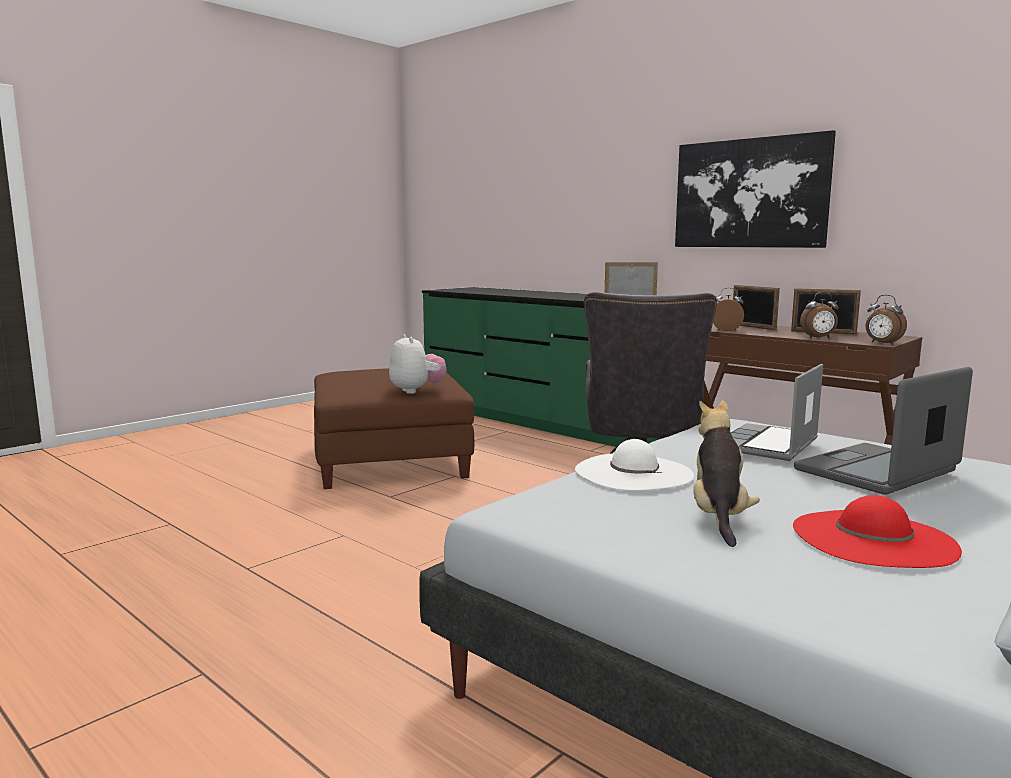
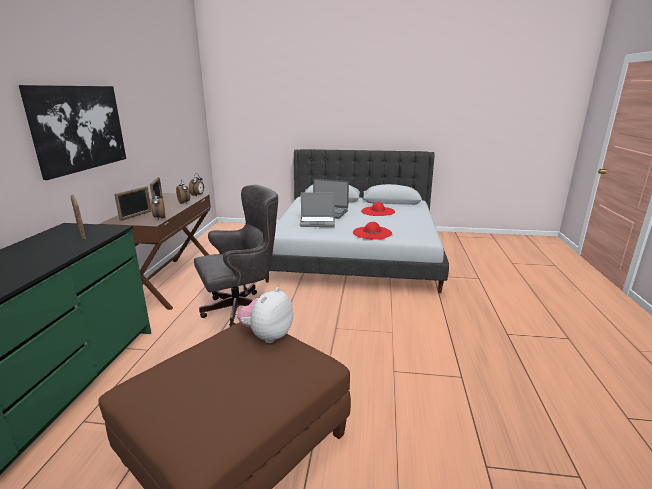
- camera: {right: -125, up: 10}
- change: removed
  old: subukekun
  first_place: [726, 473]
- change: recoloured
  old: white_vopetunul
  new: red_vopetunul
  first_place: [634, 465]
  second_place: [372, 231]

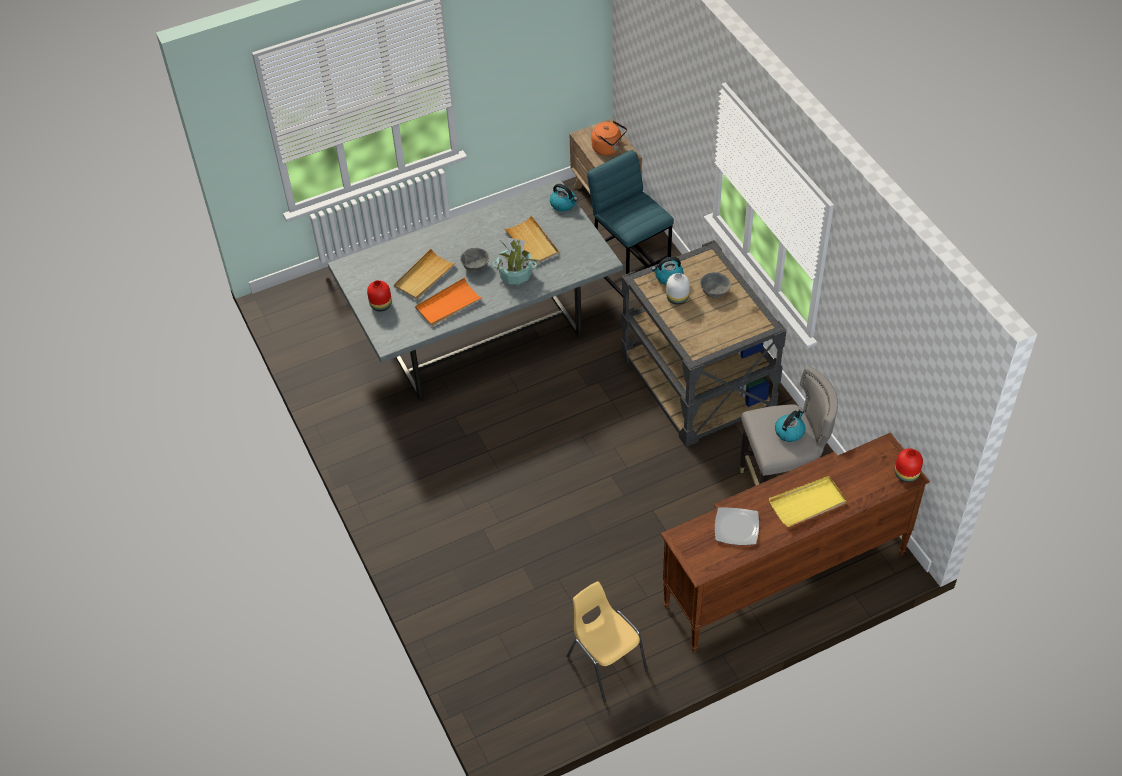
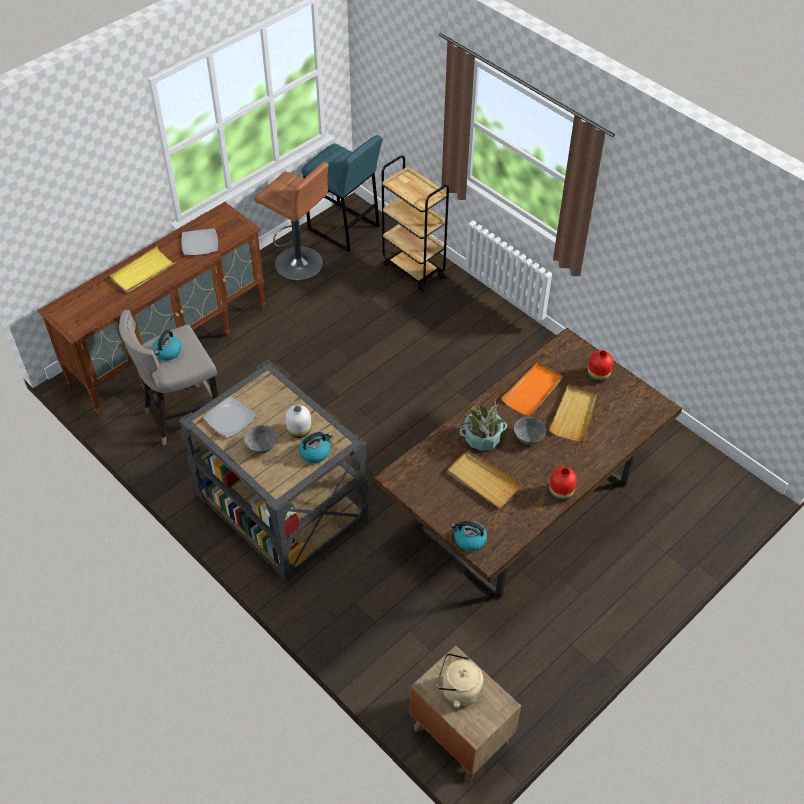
- camera: {right: 160, up: 0}
- change: recoloured
  old: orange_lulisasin
  new: beige_lulisasin
  first_place: [609, 138]
  second_place: [460, 680]
- change: moved
  old: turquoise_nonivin
  first_place: [630, 223]
  second_place: [342, 193]
- change: recoloured
  old: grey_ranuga
  new: brown_ranuga
  first_place: [475, 289]
  second_place: [527, 463]
- change: moved
  old: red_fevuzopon
  first_place: [909, 465]
  second_place: [563, 484]
- change: replaced
  old: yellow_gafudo
  new: brown_nonivin
  first_place: [607, 642]
  second_place: [291, 221]
- change: added
  new: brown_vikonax
  second_place: [415, 224]
- change: added
  new: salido
  second_place: [229, 417]

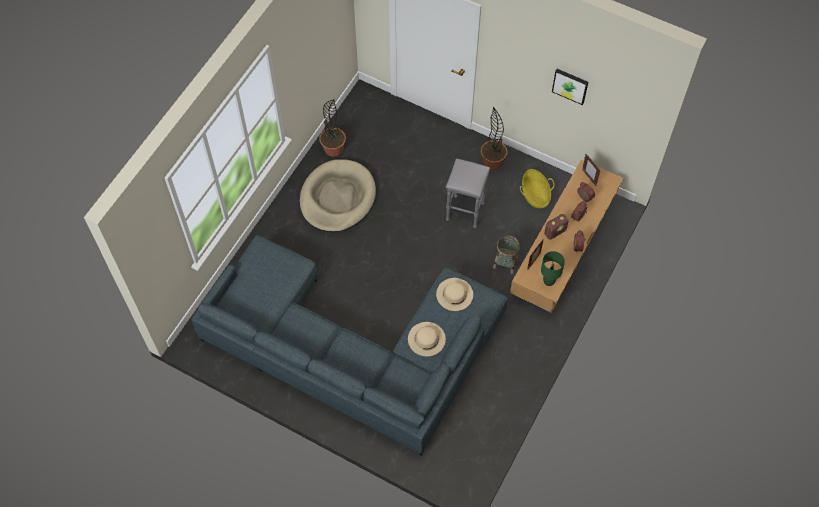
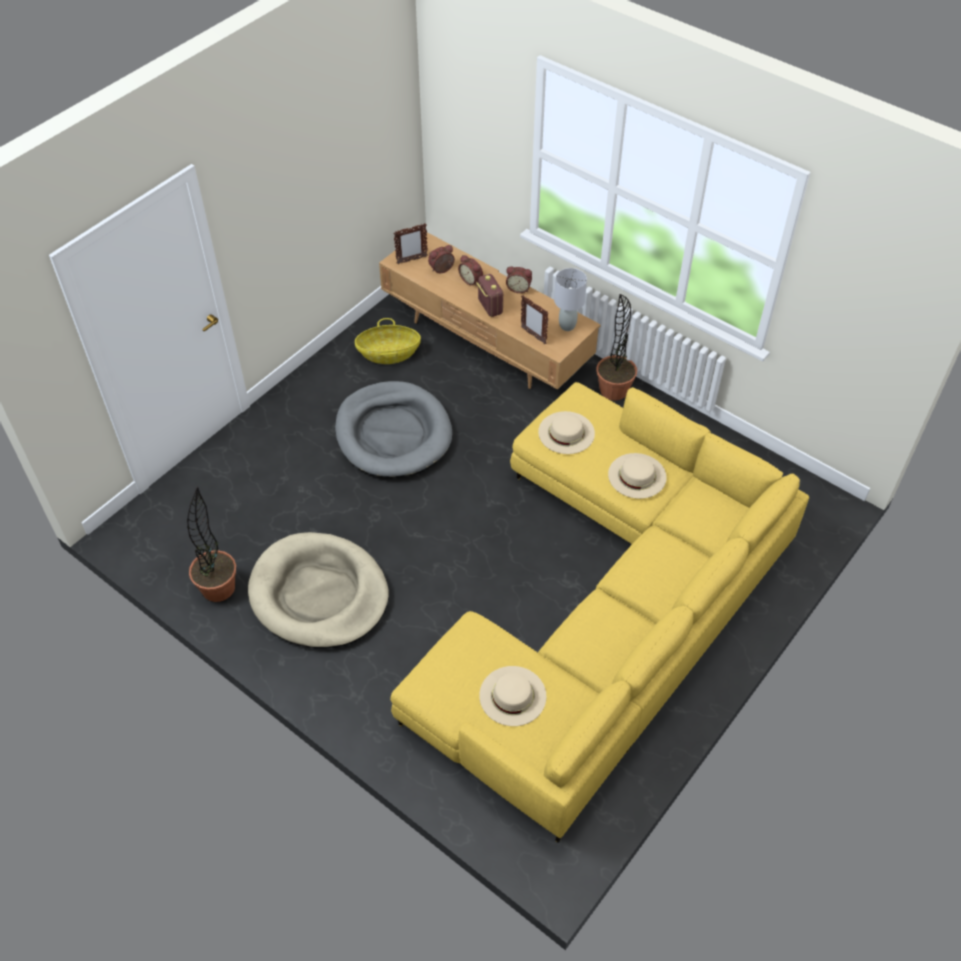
- camera: {right: -80, up: -10}
- change: removed
  old: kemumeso
  first_place: [570, 87]
- change: moved
  old: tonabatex
  first_place: [494, 138]
  second_place: [616, 347]
- change: replaced
  old: grey_nonivin
  new: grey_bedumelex
  first_place: [468, 193]
  second_place: [393, 429]
- change: recoloured
  old: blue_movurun
  new: yellow_movurun
  first_place: [349, 345]
  second_place: [599, 612]
- change: removed
  old: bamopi
  first_place: [506, 254]
- change: recoloured
  old: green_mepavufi
  new: grey_mepavufi
  first_place: [553, 268]
  second_place: [570, 299]
- change: added
  new: beige_vopetunul
  second_place: [512, 696]

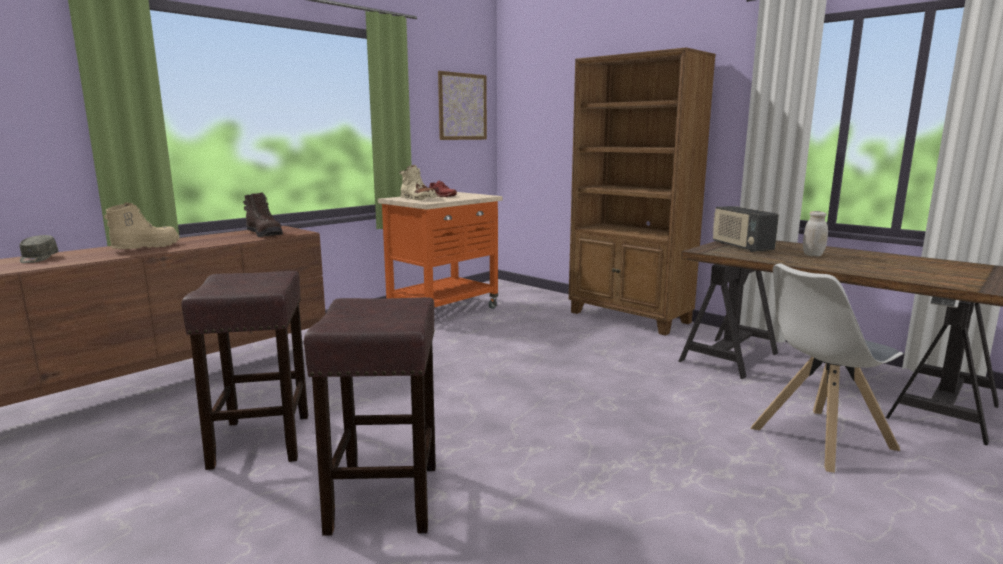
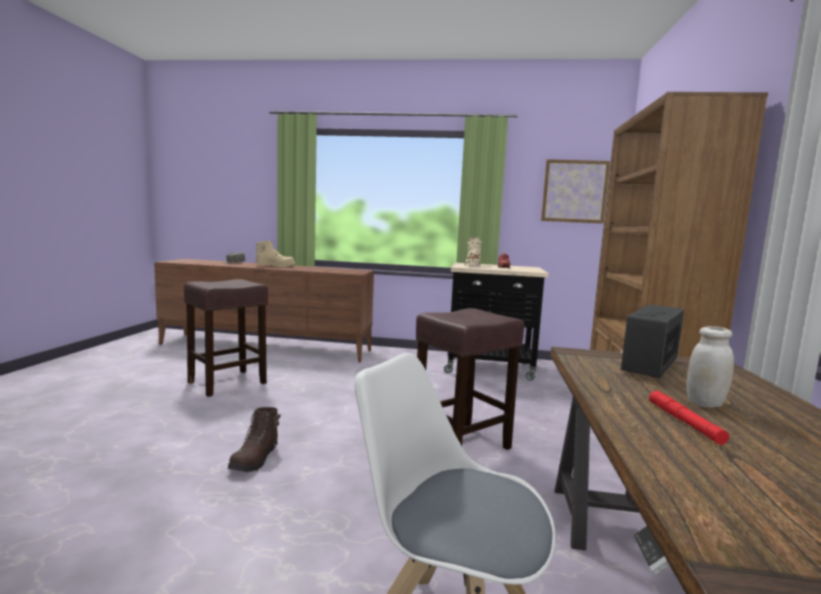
- camera: {right: 55, up: -5}
- change: recoloured
  old: orange_vikonax
  new: black_vikonax
  first_place: [440, 250]
  second_place: [496, 322]
- change: moved
  old: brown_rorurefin
  first_place: [263, 215]
  second_place: [254, 439]
- change: moved
  old: brown_nonivin
  first_place: [370, 416]
  second_place: [470, 379]
- change: added
  new: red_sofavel
  second_place: [689, 418]

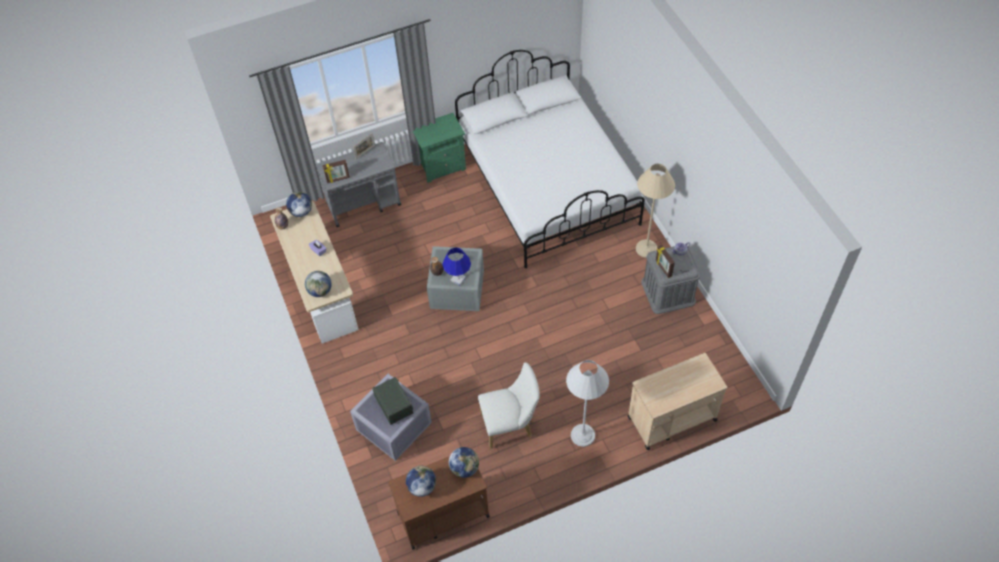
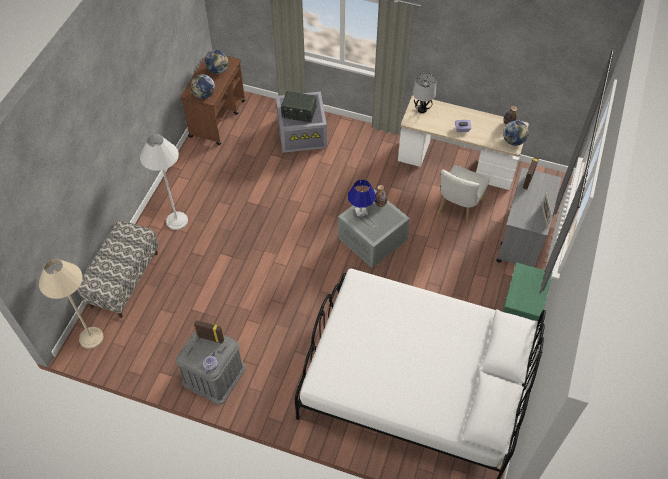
- camera: {right: 130, up: 0}
- change: moved
  old: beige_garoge
  first_place: [655, 211]
  second_place: [71, 304]
- change: replaced
  old: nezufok
  new: mepavufi
  first_place: [318, 284]
  second_place: [424, 93]
- change: replaced
  old: beige_vikonax
  new: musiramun
  first_place: [677, 401]
  second_place: [118, 269]
- change: moved
  old: white_gafudo
  first_place: [509, 405]
  second_place: [464, 195]

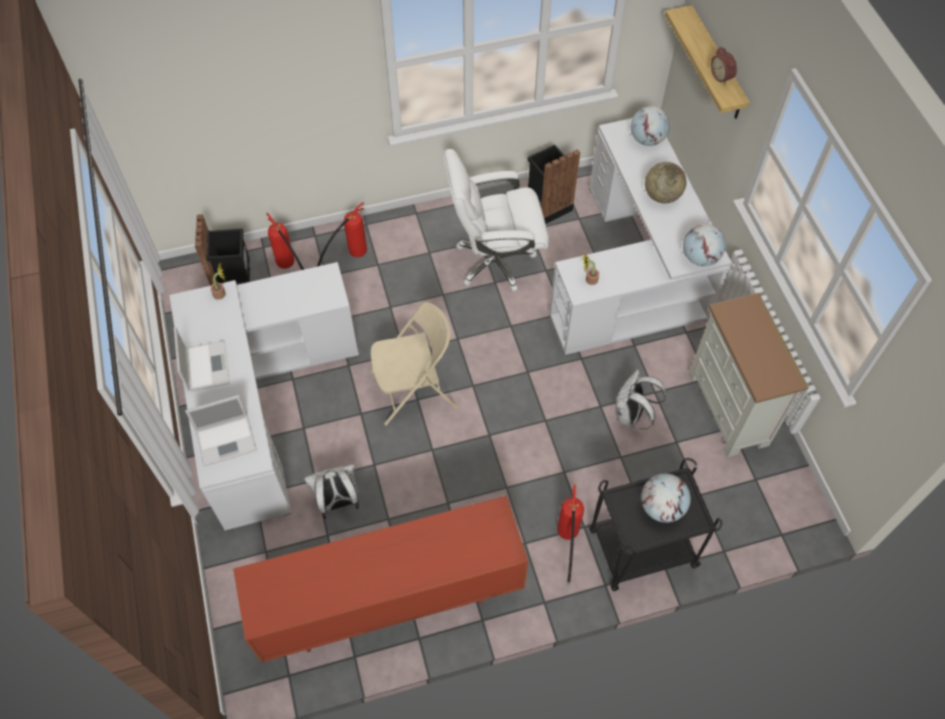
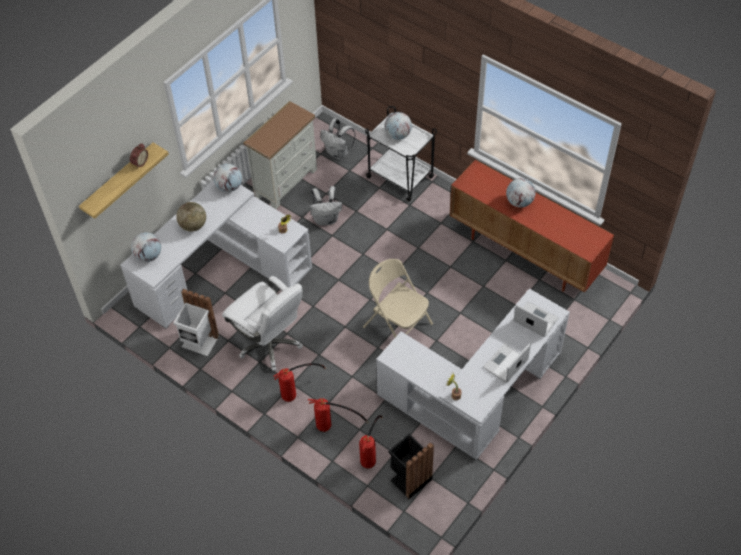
- camera: {right: -125, up: -5}
- change: recoloured
  old: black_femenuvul
  new: white_femenuvul
  first_place: [553, 184]
  second_place: [196, 322]
- change: recoloured
  old: black_vikonax
  new: white_vikonax
  first_place: [656, 524]
  second_place: [401, 153]
- change: moved
  old: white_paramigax
  first_place: [331, 491]
  second_place: [338, 139]
- change: moved
  old: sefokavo
  first_place: [570, 535]
  second_place: [300, 382]
- change: added
  new: nezufok
  second_place: [521, 192]

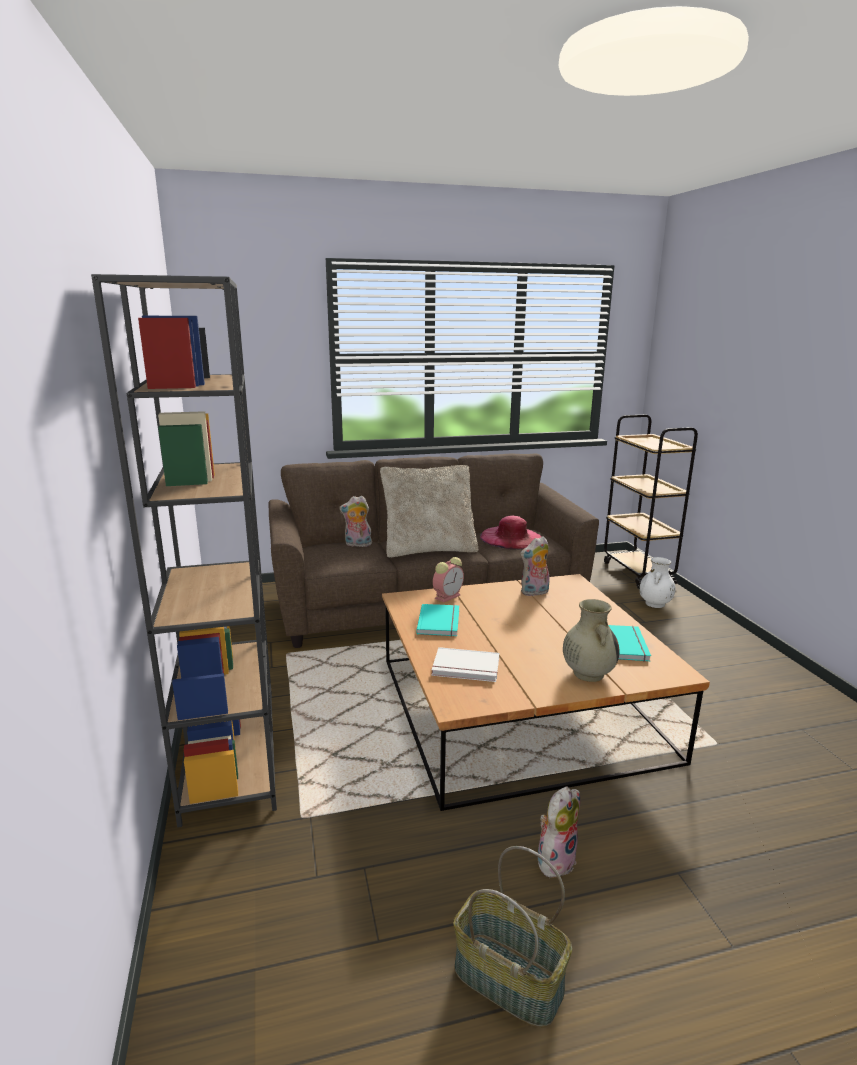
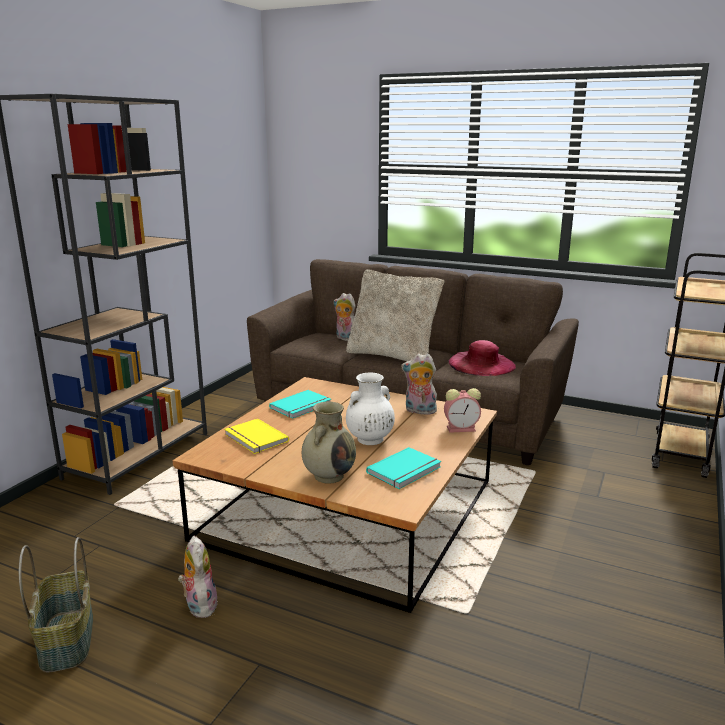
- camera: {right: 40, up: 0}
- change: moved
  old: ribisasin
  first_place: [448, 580]
  second_place: [462, 410]
- change: moved
  old: white_fevuzopon
  first_place: [657, 582]
  second_place: [370, 409]
- change: recoloured
  old: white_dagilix
  new: yellow_dagilix
  first_place: [465, 664]
  second_place: [256, 436]
- change: turned
  old: subukekun
  first_place: [559, 832]
  second_place: [198, 577]
  degrees: -105

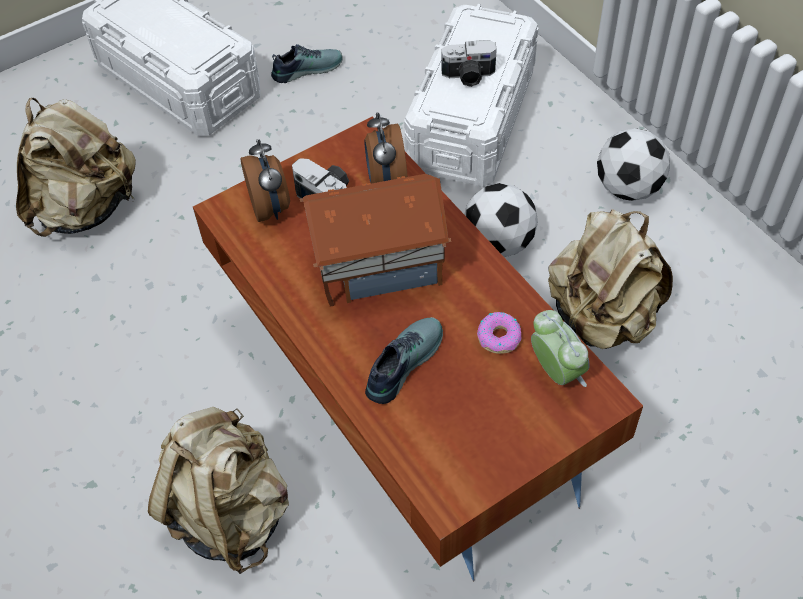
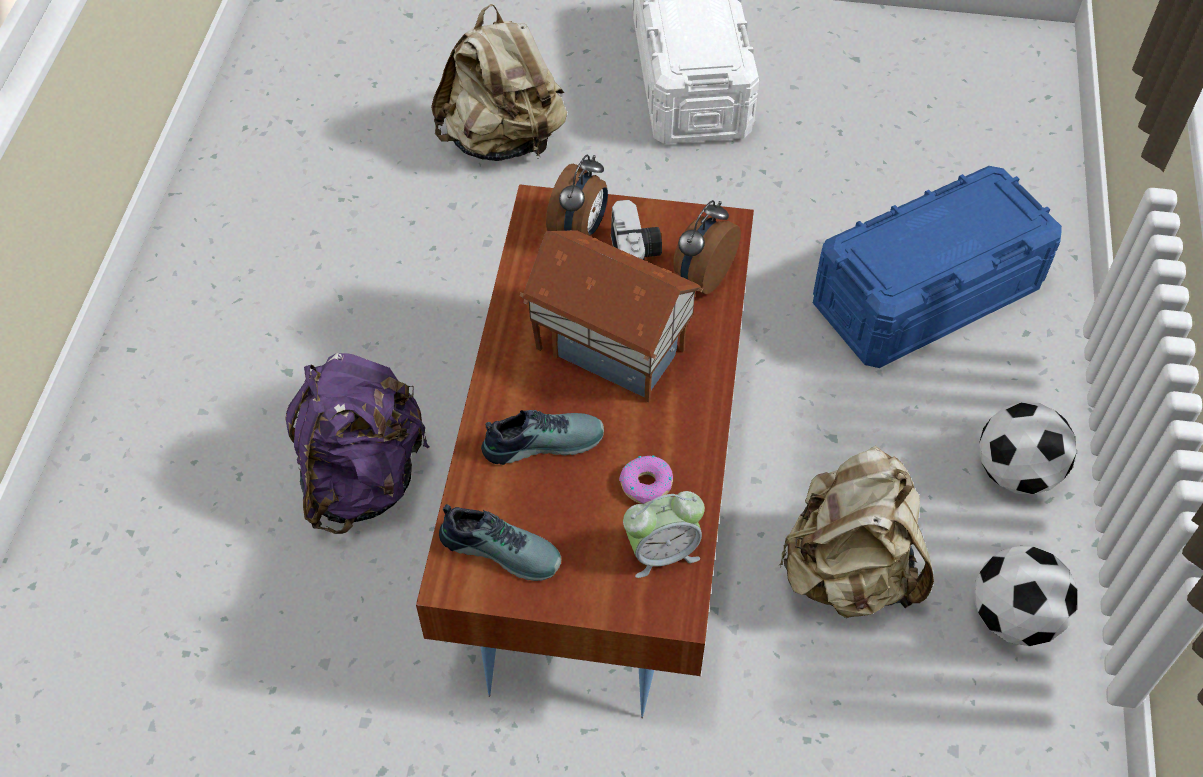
- camera: {right: 40, up: 0}
- change: recoloured
  old: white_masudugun
  new: blue_masudugun
  first_place: [471, 95]
  second_place: [937, 267]
- change: removed
  old: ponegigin
  first_place: [469, 63]
- change: moved
  old: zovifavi
  first_place: [306, 63]
  second_place: [500, 542]
- change: moved
  old: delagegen
  first_place: [501, 220]
  second_place: [1026, 596]
- change: turned
  old: ribisasin
  first_place: [560, 348]
  second_place: [664, 534]
  degrees: 60
- change: recoloured
  old: beige_paramigax
  new: purple_paramigax
  first_place: [218, 490]
  second_place: [357, 443]

